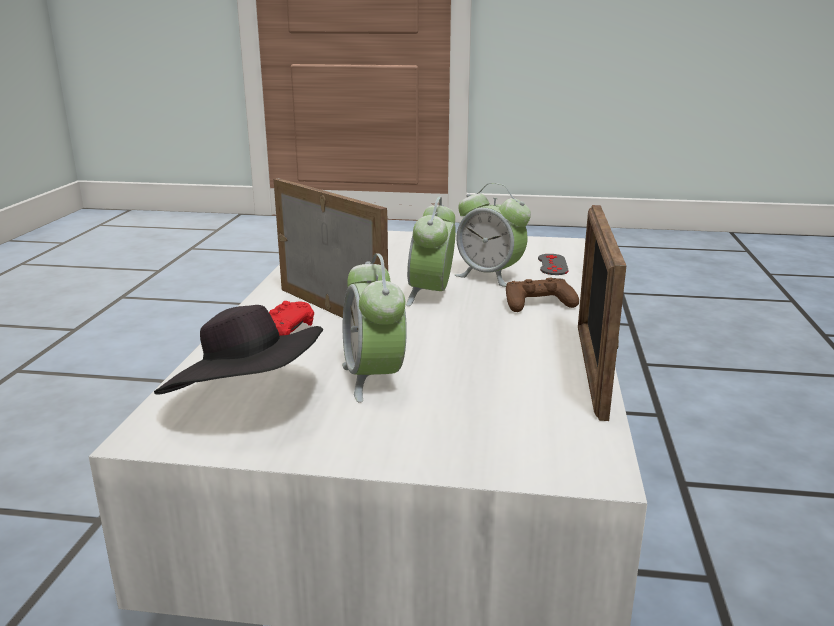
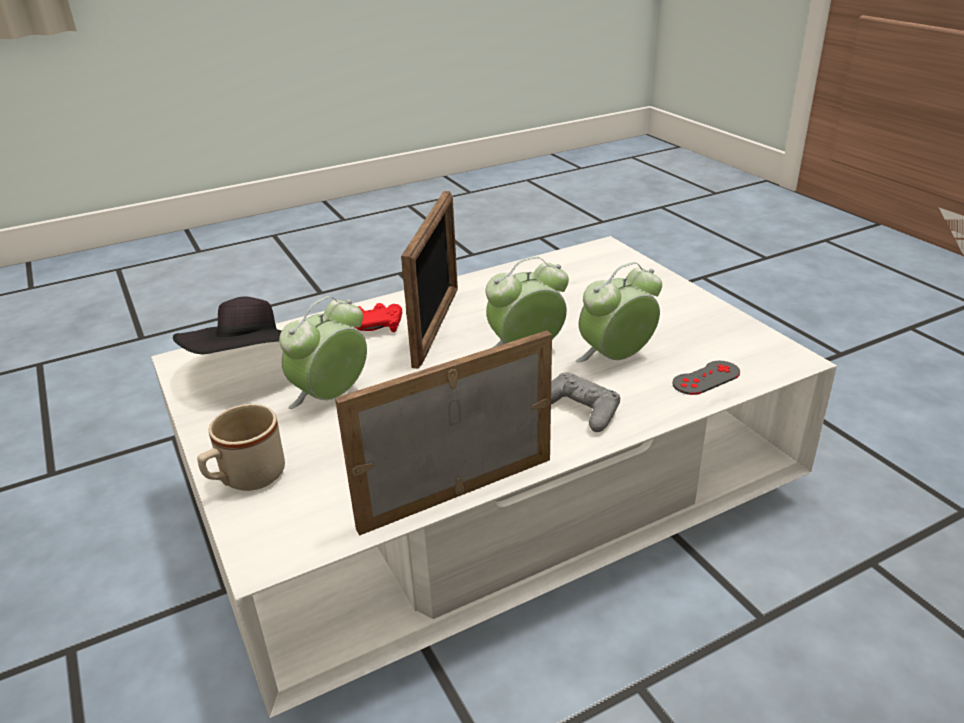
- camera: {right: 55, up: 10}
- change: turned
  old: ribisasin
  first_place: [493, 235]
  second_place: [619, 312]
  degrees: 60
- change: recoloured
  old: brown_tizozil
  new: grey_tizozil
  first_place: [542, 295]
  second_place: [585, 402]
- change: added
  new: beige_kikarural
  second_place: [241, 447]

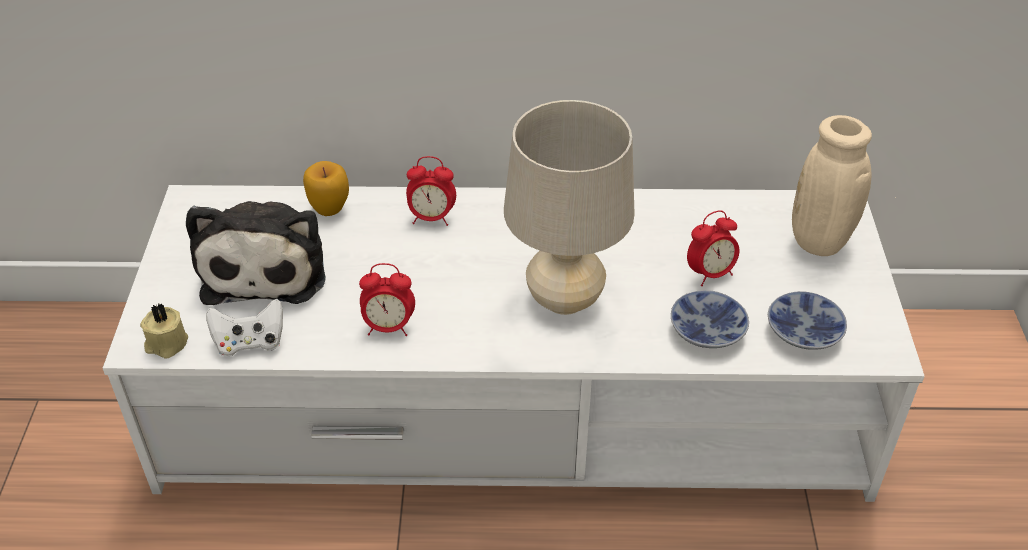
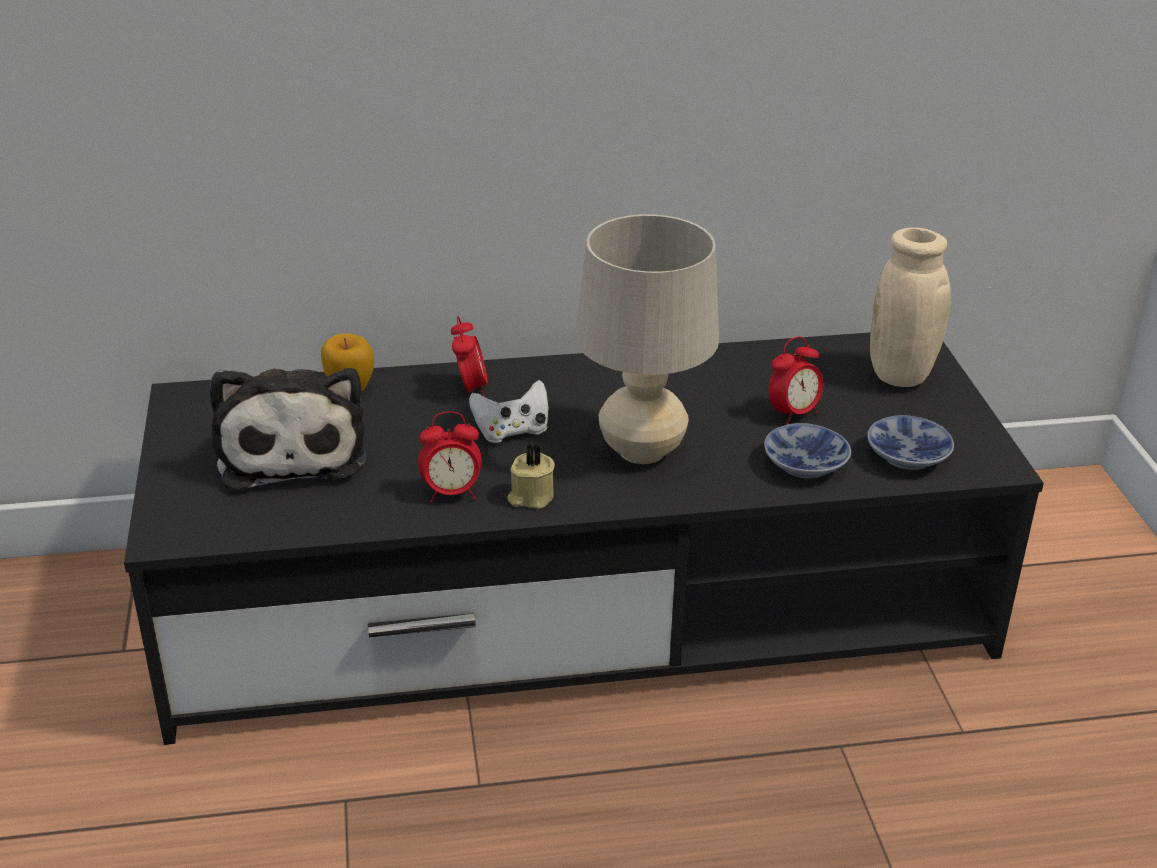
- camera: {right: -10, up: -10}
- change: turned
  old: ribisasin
  first_place: [431, 191]
  second_place: [469, 356]
  degrees: -90
- change: recoloured
  old: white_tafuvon
  new: black_tafuvon
  first_place: [514, 343]
  second_place: [584, 538]
- change: moved
  old: white_tizozil
  first_place: [244, 328]
  second_place: [509, 411]
- change: moved
  old: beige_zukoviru
  first_place: [164, 331]
  second_place: [531, 476]

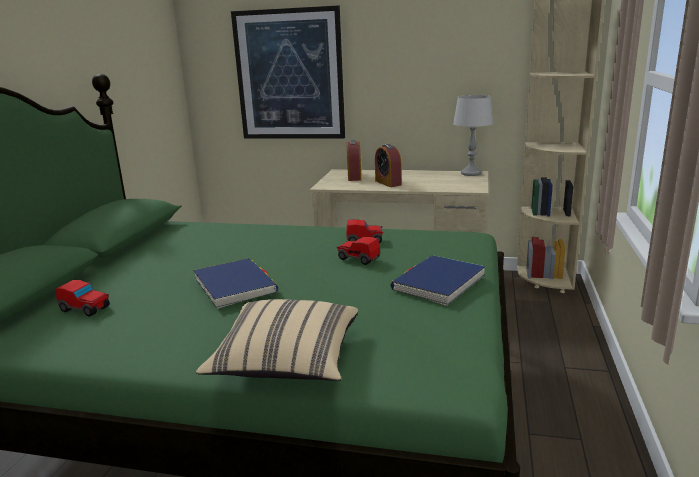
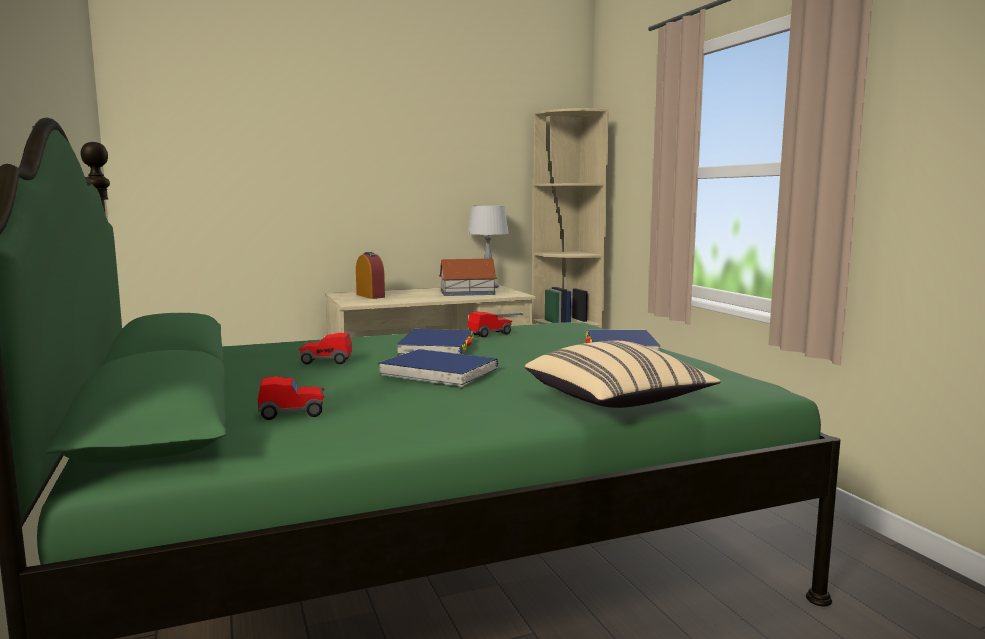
- camera: {right: -35, up: -10}
- change: removed
  old: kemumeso
  first_place: [288, 72]
- change: removed
  old: ribisasin
  first_place: [388, 165]
- change: moved
  old: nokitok
  first_place: [358, 251]
  second_place: [325, 348]
- change: added
  new: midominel
  second_place: [468, 277]
- change: added
  new: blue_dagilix
  second_place: [435, 342]

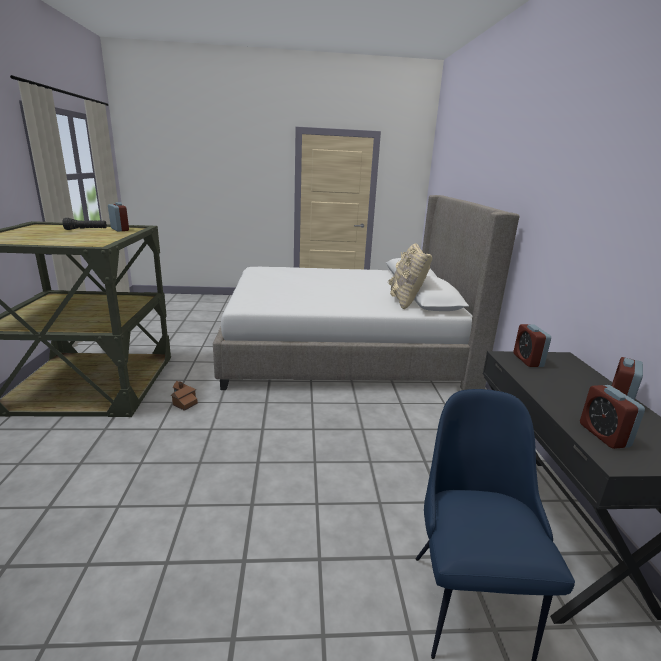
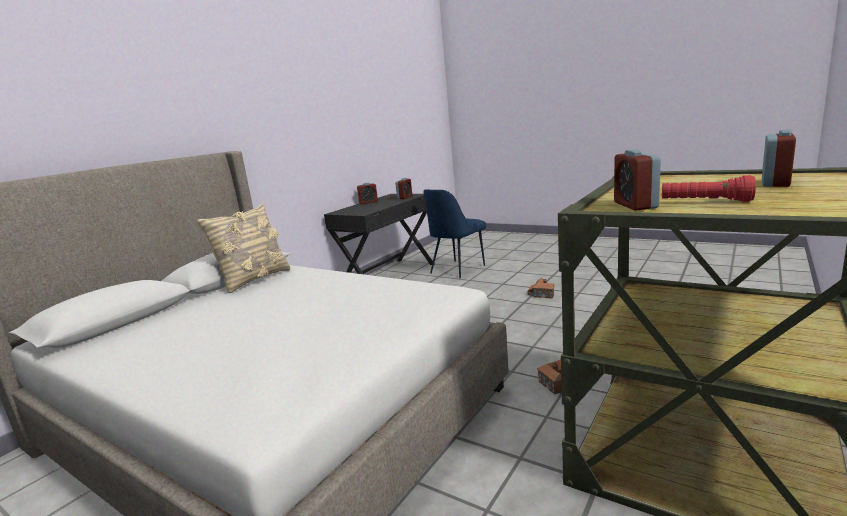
- camera: {right: -140, up: -5}
- change: recoloured
  old: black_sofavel
  new: red_sofavel
  first_place: [85, 224]
  second_place: [709, 188]
- change: moved
  old: ribisasin
  first_place: [532, 345]
  second_place: [779, 158]
- change: added
  new: midominel
  second_place: [541, 288]

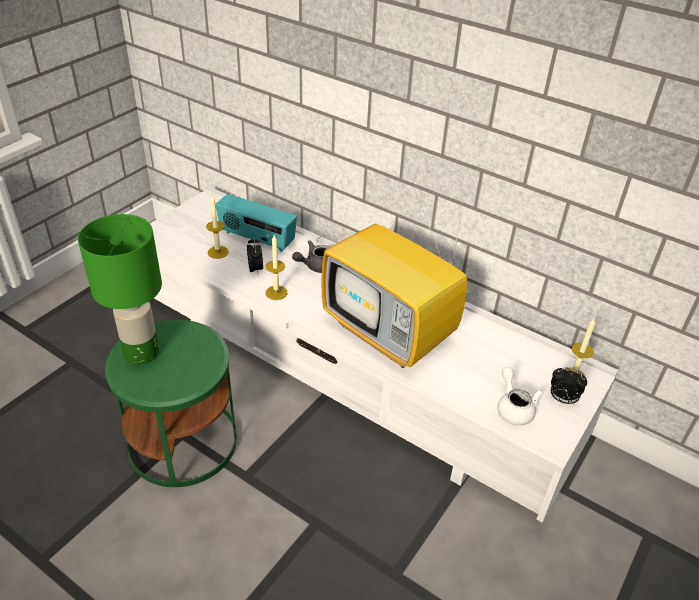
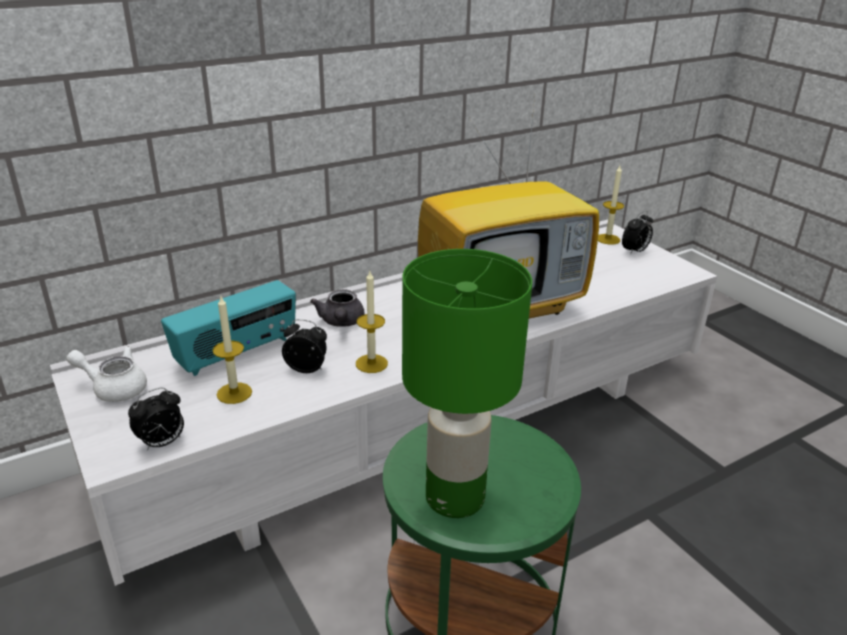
- camera: {right: -65, up: -10}
- change: moved
  old: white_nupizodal
  first_place: [520, 396]
  second_place: [106, 374]
- change: added
  new: ribisasin
  second_place: [156, 419]

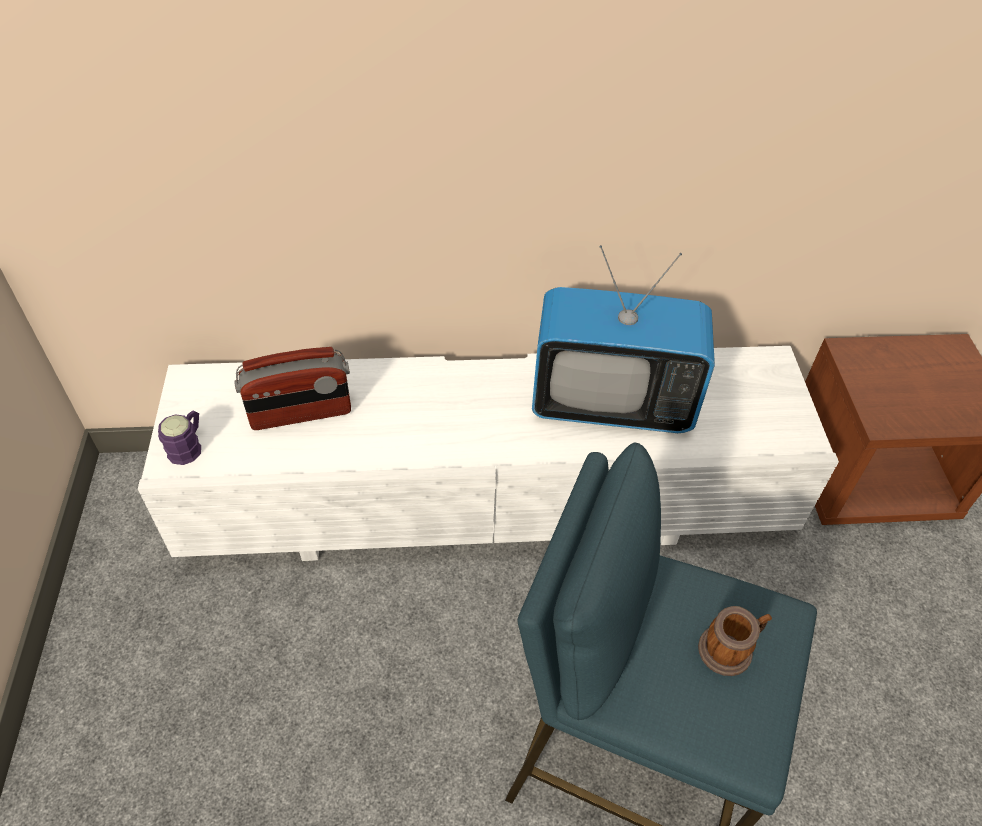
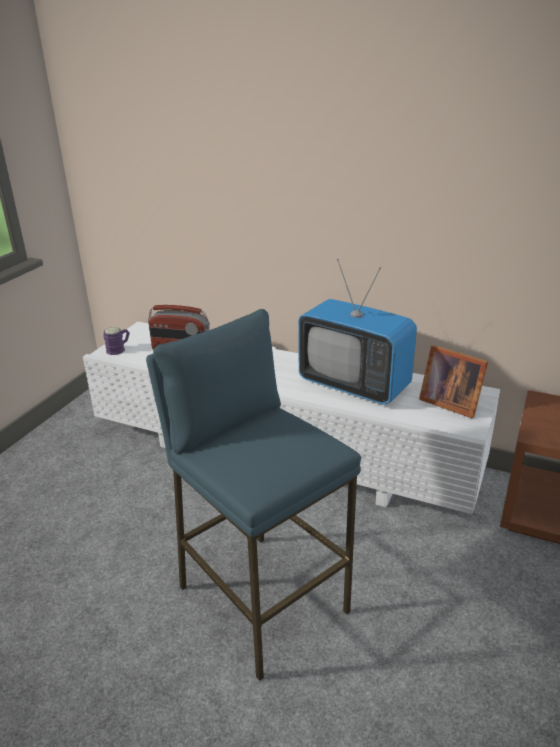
- camera: {right: 30, up: -20}
- change: removed
  old: kikarural
  first_place: [735, 641]
- change: added
  new: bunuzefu
  second_place: [453, 381]

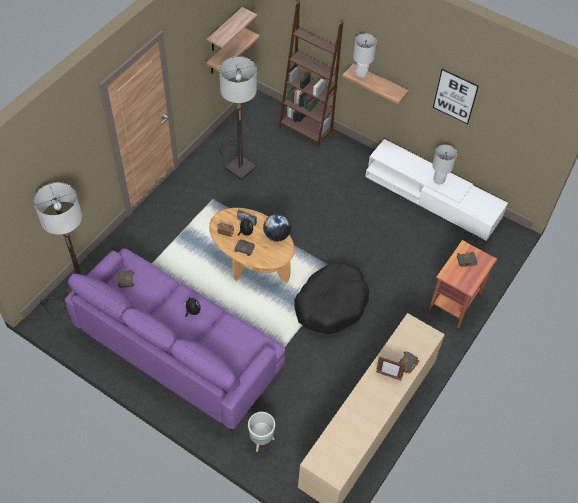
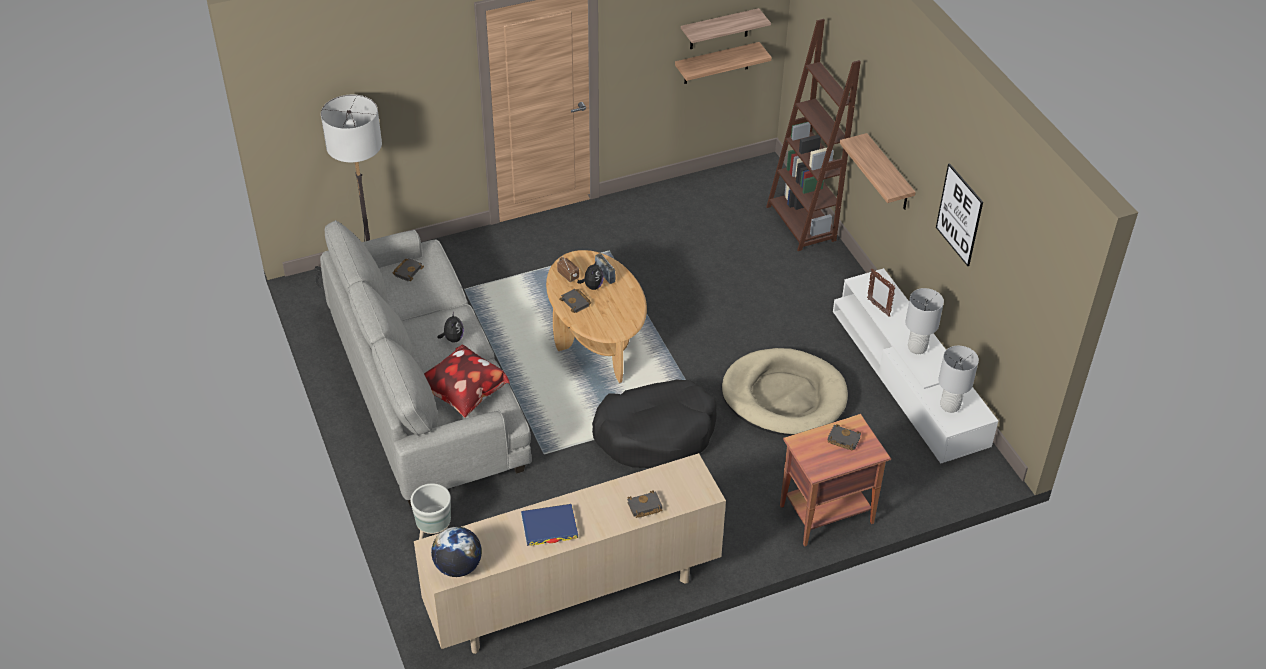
- camera: {right: 35, up: -10}
- change: moved
  old: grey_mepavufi
  first_place: [365, 56]
  second_place: [958, 379]
- change: removed
  old: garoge
  first_place: [238, 118]
- change: moved
  old: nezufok
  first_place: [277, 228]
  second_place: [456, 552]
- change: recoloured
  old: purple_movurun
  new: grey_movurun
  first_place: [175, 339]
  second_place: [425, 363]
- change: moved
  old: bunuzefu
  first_place: [391, 369]
  second_place: [881, 293]
- change: added
  new: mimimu
  second_place: [467, 381]
- change: added
  new: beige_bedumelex
  second_place: [785, 391]
- change: added
  new: blue_dagilix
  second_place: [549, 525]

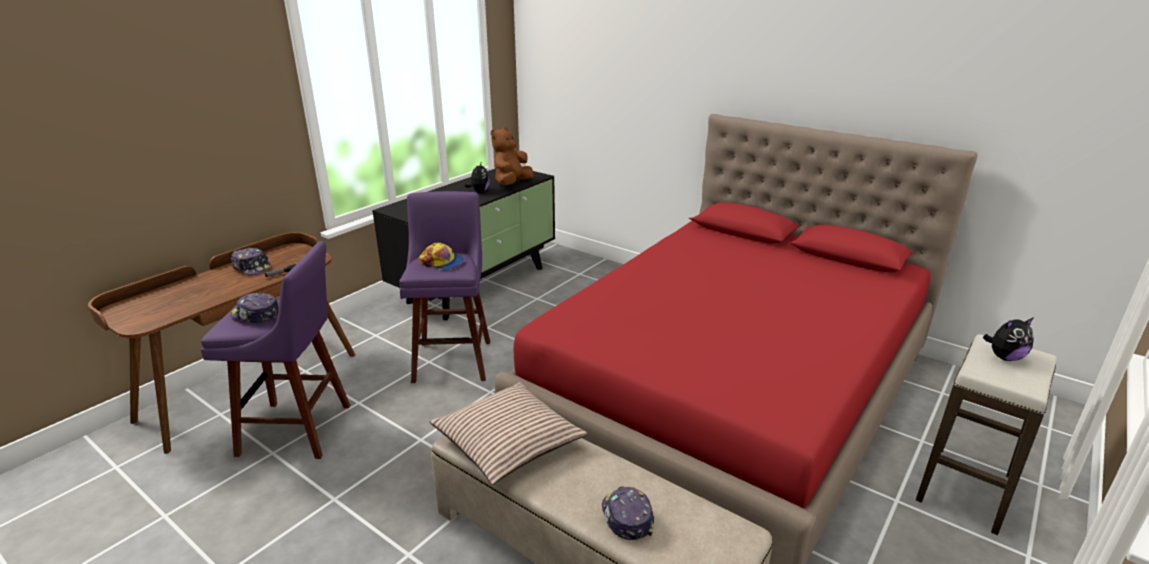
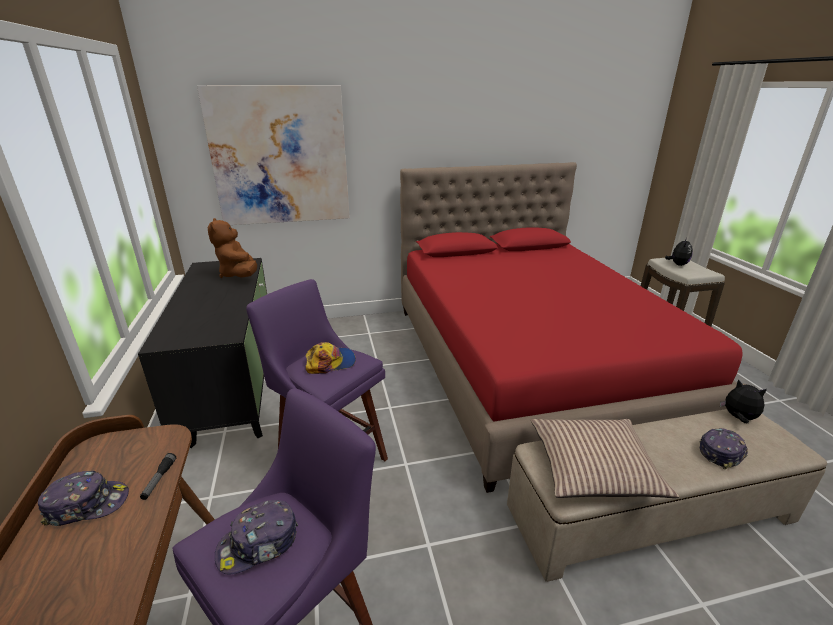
- camera: {right: -50, up: 0}
- change: moved
  old: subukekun
  first_place: [477, 176]
  second_place: [743, 401]
- change: turned
  old: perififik
  first_place: [628, 513]
  second_place: [724, 448]
  degrees: 120
- change: added
  new: kemumeso
  second_place: [273, 155]

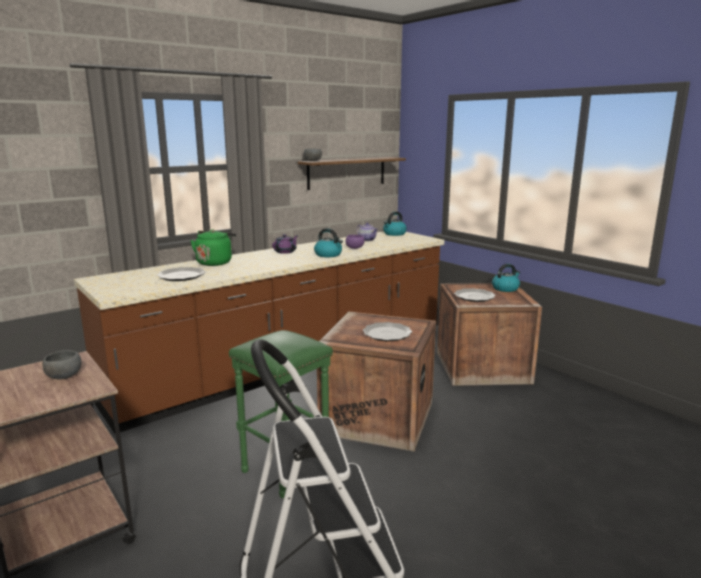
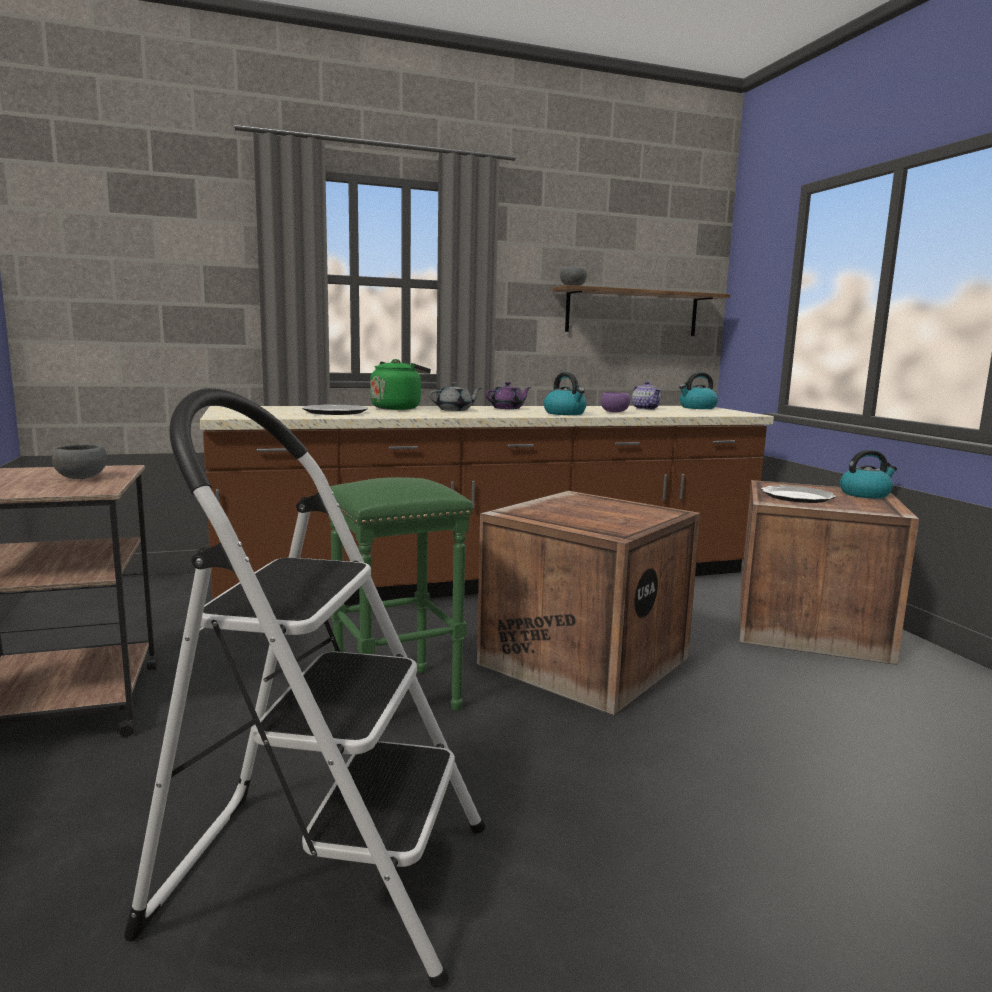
- camera: {right: 20, up: -5}
- change: removed
  old: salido
  first_place: [387, 331]
- change: added
  new: grey_nupizodal
  second_place: [455, 396]

